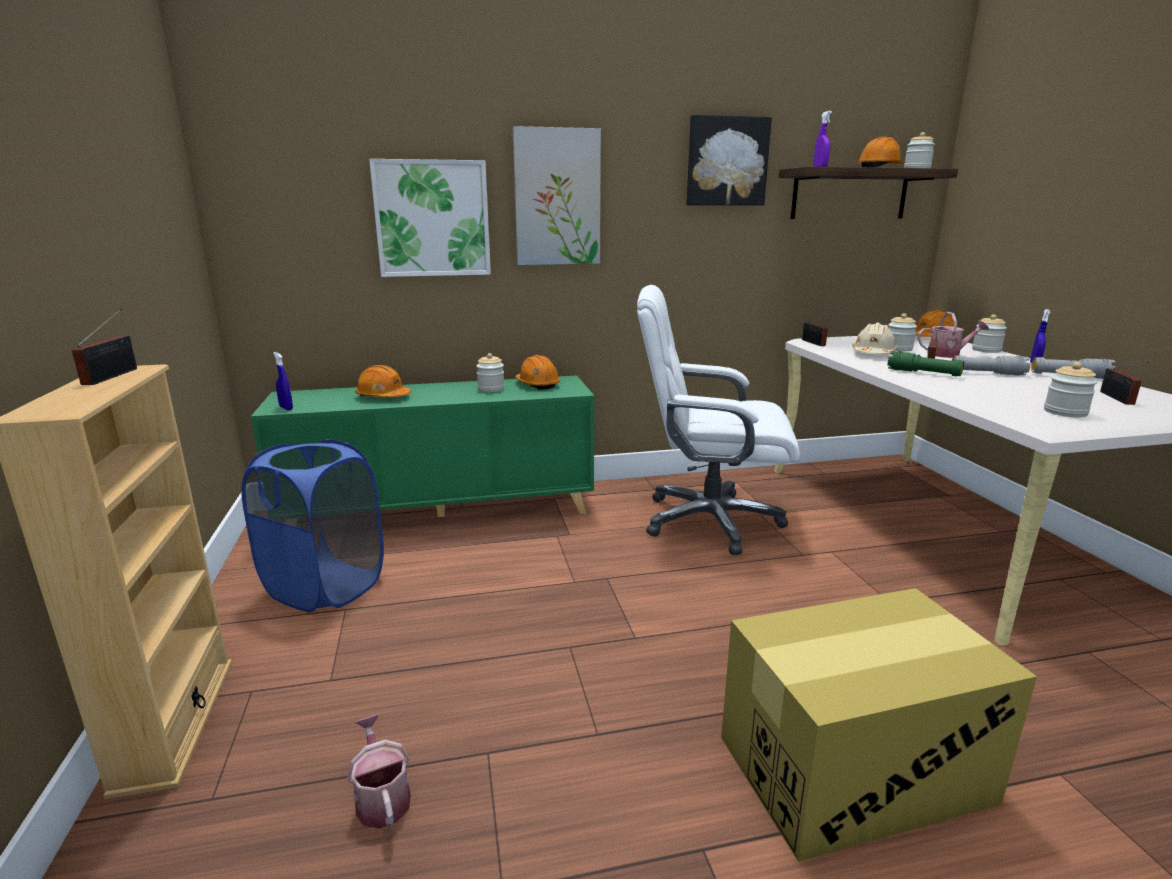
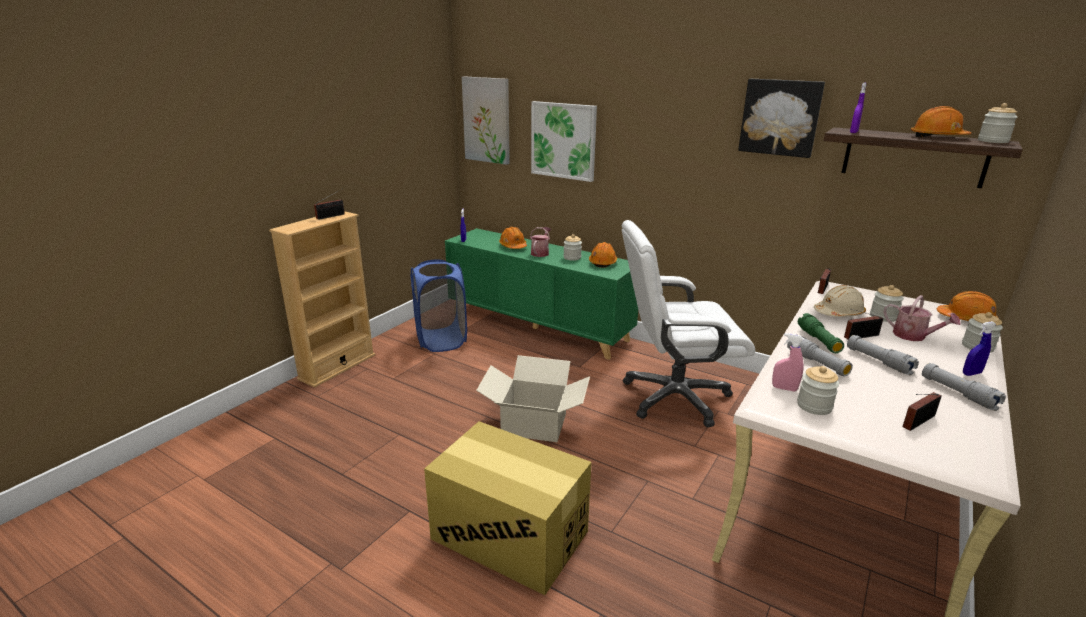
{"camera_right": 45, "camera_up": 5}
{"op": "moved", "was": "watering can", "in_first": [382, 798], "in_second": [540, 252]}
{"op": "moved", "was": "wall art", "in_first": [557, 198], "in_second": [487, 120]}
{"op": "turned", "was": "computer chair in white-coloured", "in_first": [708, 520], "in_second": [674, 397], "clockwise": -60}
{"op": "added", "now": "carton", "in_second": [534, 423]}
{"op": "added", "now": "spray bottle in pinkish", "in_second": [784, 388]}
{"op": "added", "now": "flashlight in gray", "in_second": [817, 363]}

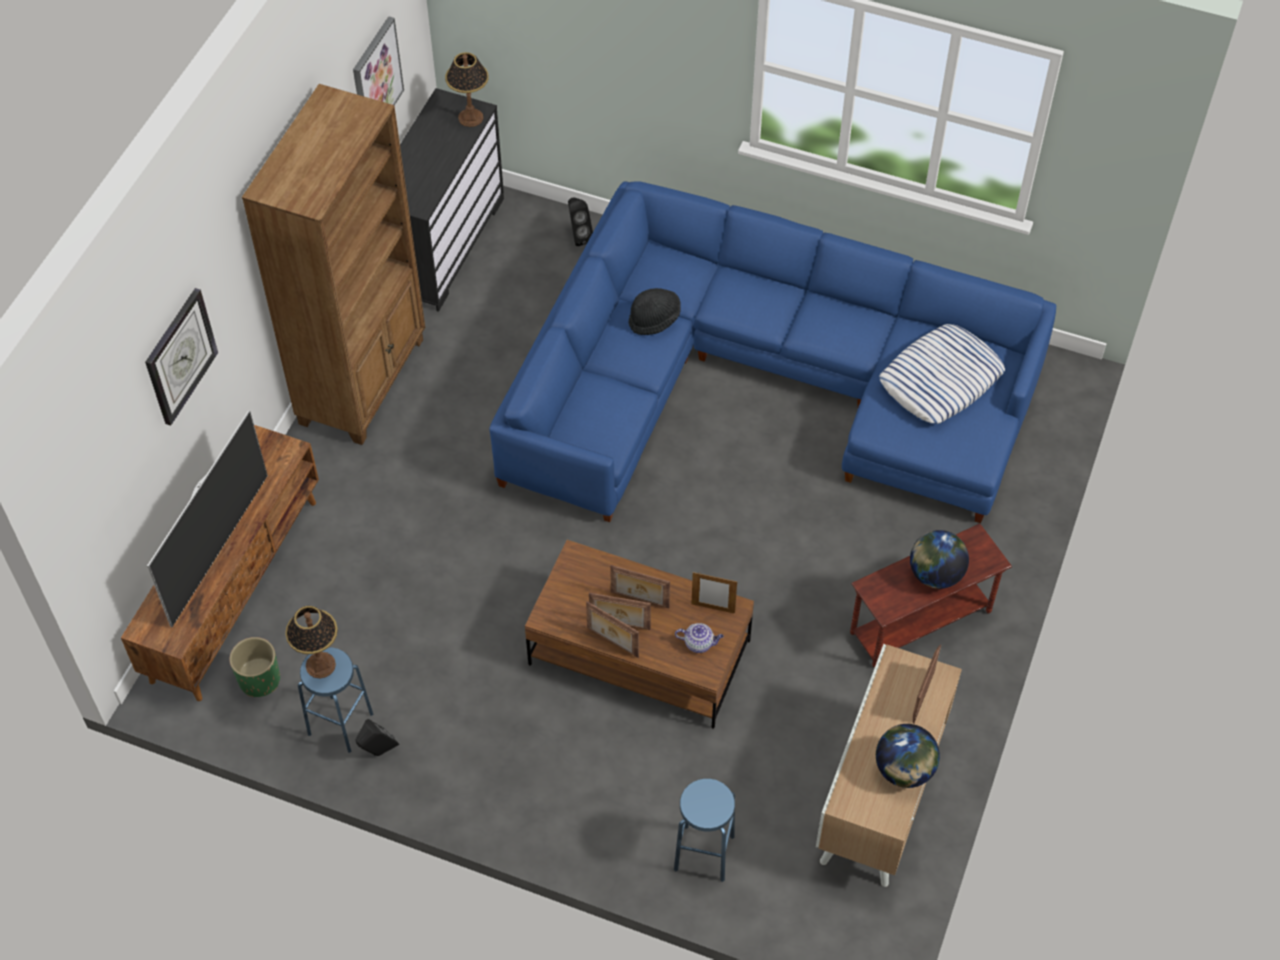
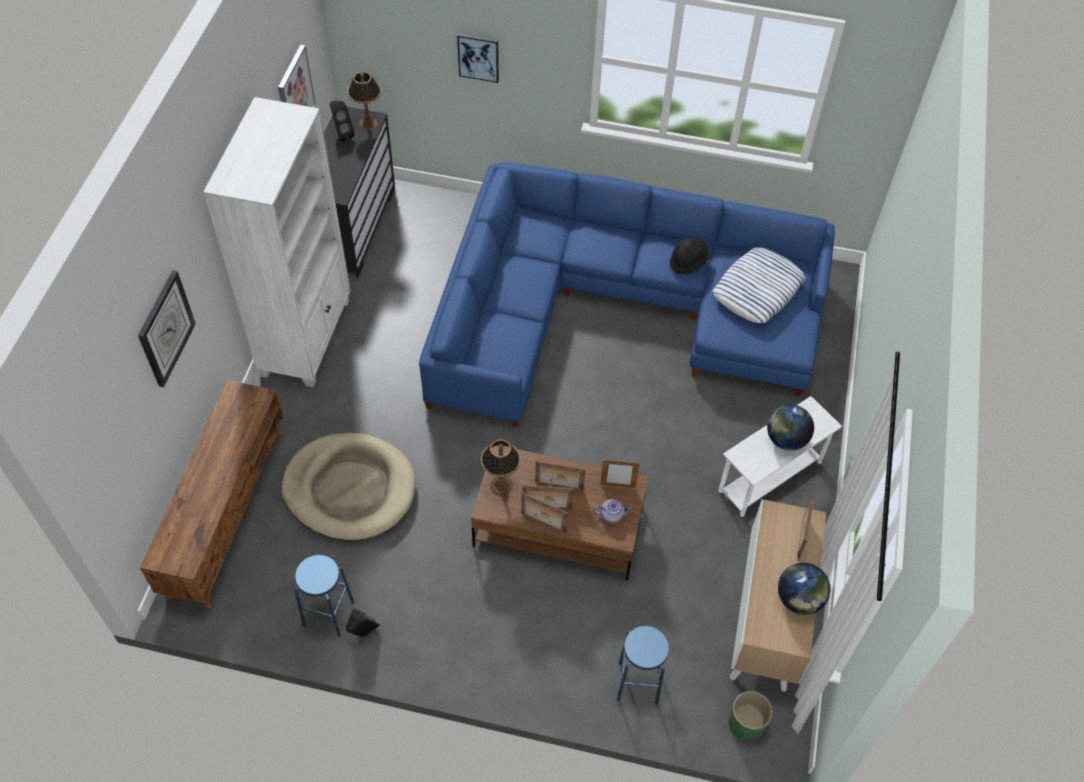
{"camera_right": -10, "camera_up": 0}
{"op": "removed", "was": "TV set", "in_first": [219, 549]}
{"op": "moved", "was": "flower pot in green", "in_first": [259, 679], "in_second": [745, 724]}
{"op": "recoloured", "was": "bookshelf in brown", "now": "bookshelf in white-coloured", "in_first": [364, 381], "in_second": [307, 337]}
{"op": "moved", "was": "table lamp", "in_first": [320, 665], "in_second": [501, 486]}
{"op": "moved", "was": "loudspeaker in black", "in_first": [578, 236], "in_second": [342, 134]}
{"op": "moved", "was": "hat in black", "in_first": [654, 319], "in_second": [688, 261]}
{"op": "recoloured", "was": "side table in brown", "now": "side table in white-coloured", "in_first": [921, 623], "in_second": [770, 478]}
{"op": "added", "now": "dog bed in sand-coloured", "in_second": [350, 489]}
{"op": "added", "now": "wall art", "in_second": [478, 57]}

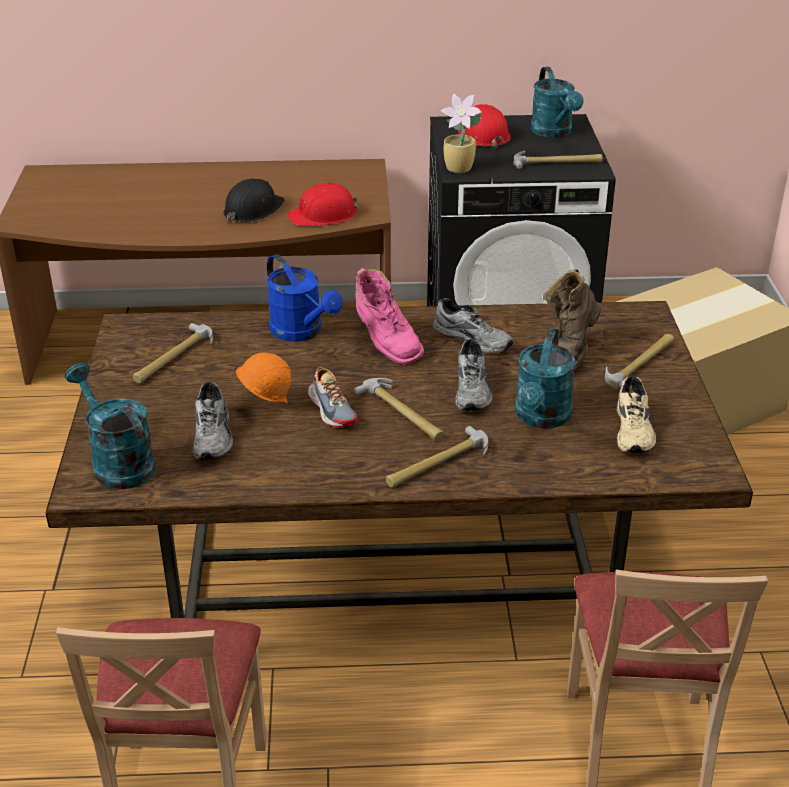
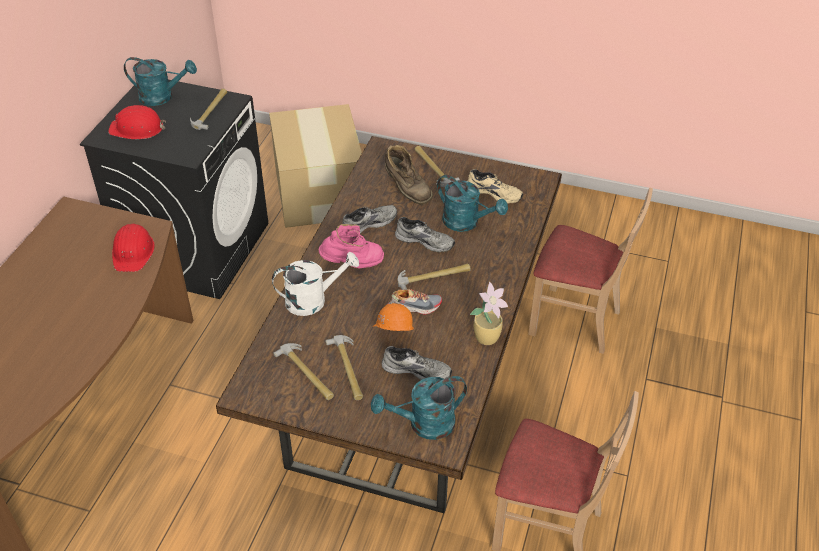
{"camera_right": -70, "camera_up": 10}
{"op": "removed", "was": "safety helmet in black", "in_first": [253, 209]}
{"op": "recoloured", "was": "watering can in blue", "now": "watering can in white-coloured", "in_first": [302, 332], "in_second": [313, 300]}
{"op": "moved", "was": "hand hammer", "in_first": [437, 463], "in_second": [347, 369]}
{"op": "moved", "was": "potted plant", "in_first": [460, 169], "in_second": [488, 337]}

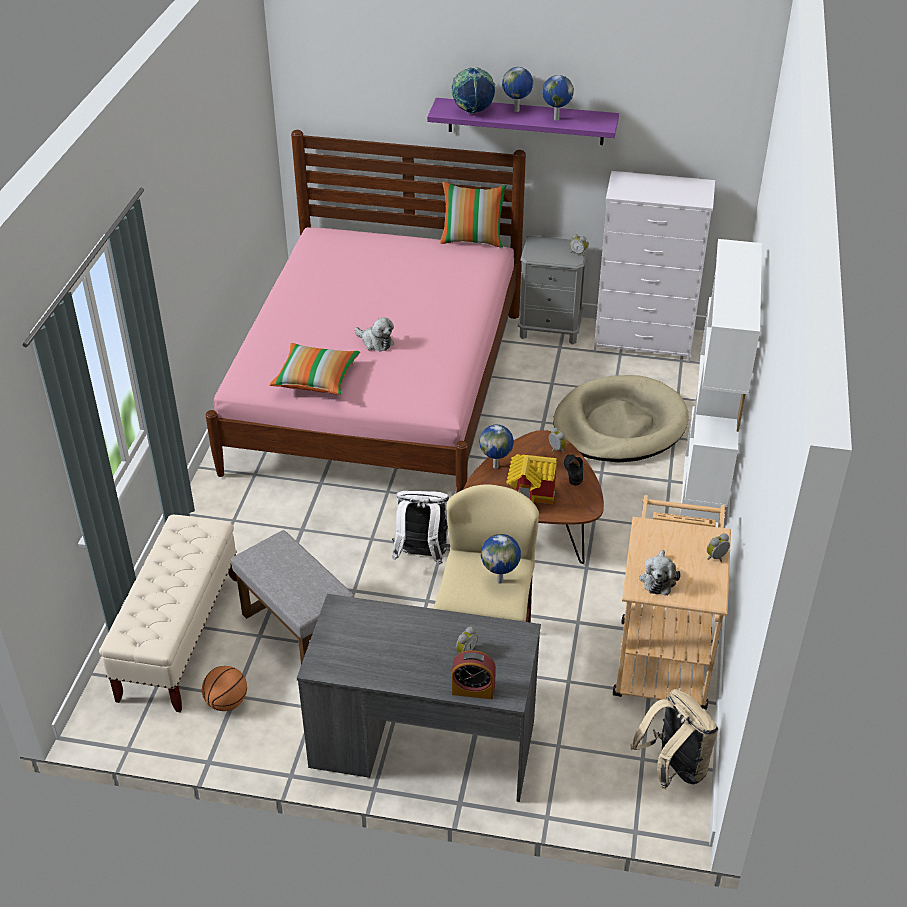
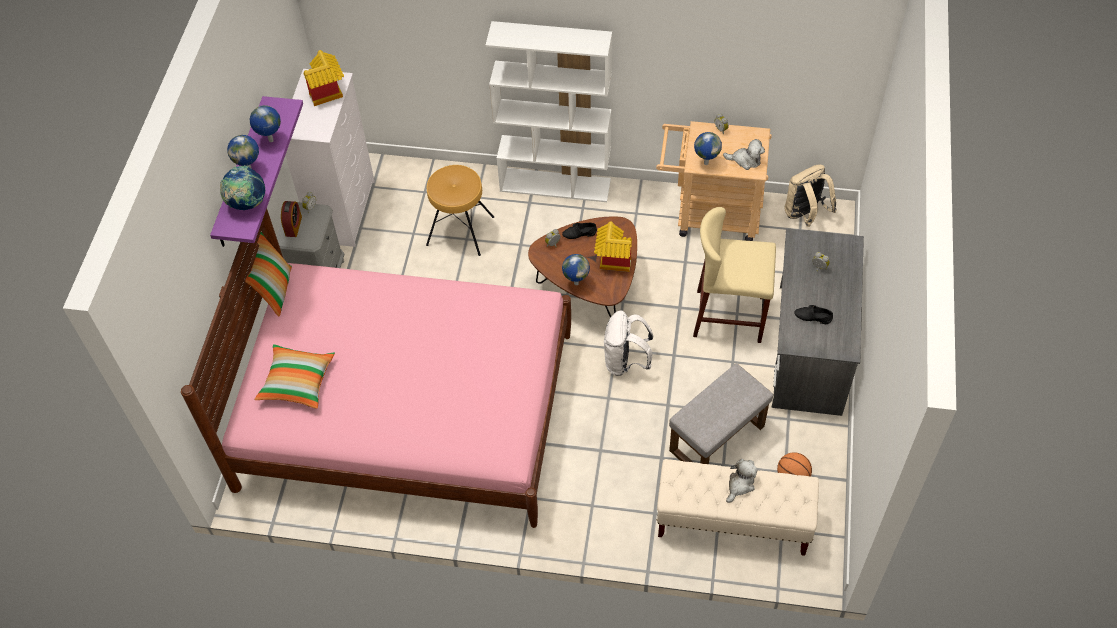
{"camera_right": -90, "camera_up": 15}
{"op": "moved", "was": "throw pillow", "in_first": [316, 379], "in_second": [297, 382]}
{"op": "moved", "was": "soft toy", "in_first": [375, 342], "in_second": [740, 484]}
{"op": "moved", "was": "bedside clock", "in_first": [473, 690], "in_second": [293, 226]}
{"op": "moved", "was": "desk globe", "in_first": [500, 580], "in_second": [705, 163]}
{"op": "replaced", "was": "dog bed in sand-coloured", "now": "stool in brown", "in_first": [619, 425], "in_second": [460, 231]}
{"op": "added", "now": "toy house", "in_second": [328, 93]}
{"op": "added", "now": "shoe in black", "in_second": [812, 317]}

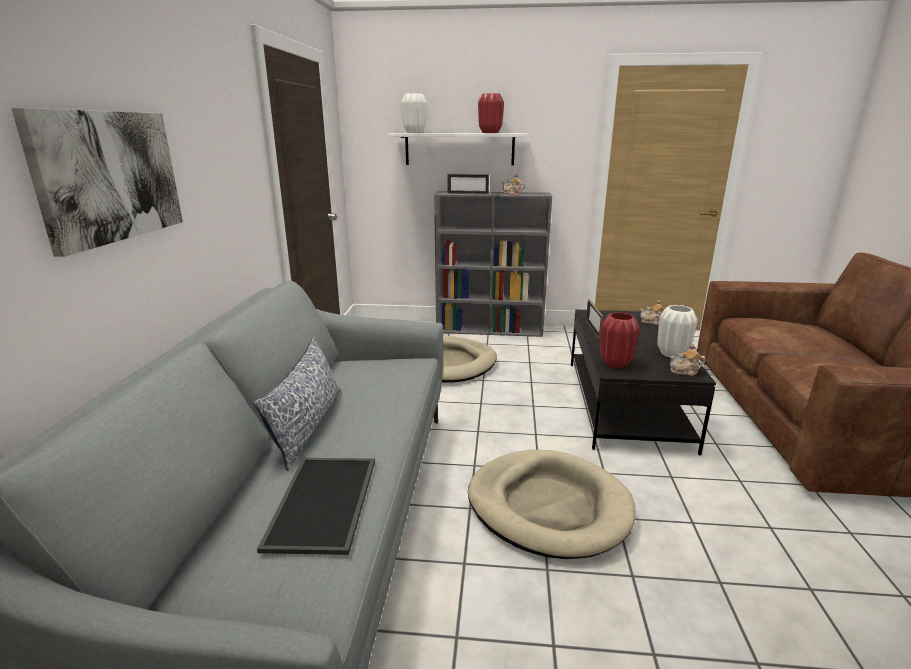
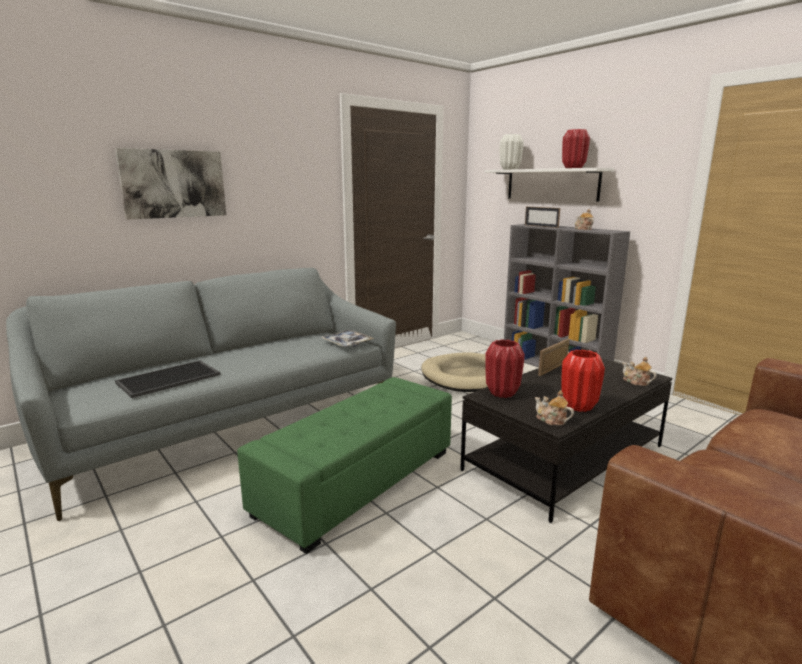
{"camera_right": 45, "camera_up": -5}
{"op": "removed", "was": "throw pillow", "in_first": [307, 425]}
{"op": "replaced", "was": "dog bed in sand-coloured", "now": "footrest in green", "in_first": [548, 506], "in_second": [357, 481]}
{"op": "recoloured", "was": "flower vase in white-coloured", "now": "flower vase in red", "in_first": [672, 354], "in_second": [579, 407]}
{"op": "added", "now": "tray", "in_second": [347, 343]}

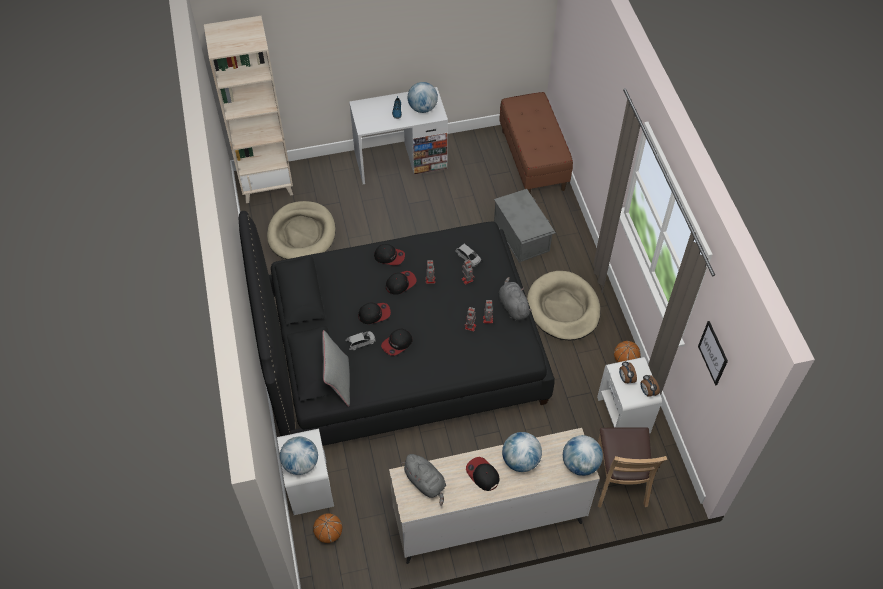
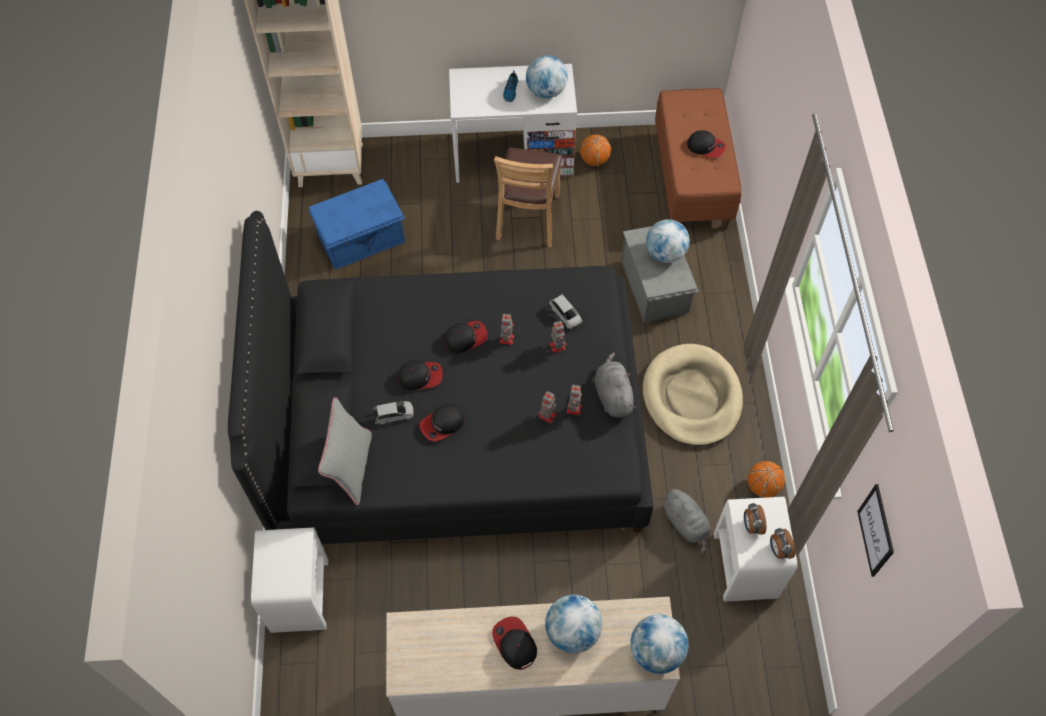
{"camera_right": 10, "camera_up": 5}
{"op": "replaced", "was": "dog bed in sand-coloured", "now": "storage container in blue", "in_first": [302, 233], "in_second": [362, 239]}
{"op": "moved", "was": "desk globe", "in_first": [301, 464], "in_second": [665, 253]}
{"op": "moved", "was": "basketball ball", "in_first": [329, 533], "in_second": [594, 160]}
{"op": "moved", "was": "peaked cap", "in_first": [389, 256], "in_second": [706, 147]}
{"op": "moved", "was": "soft toy in gray", "in_first": [426, 483], "in_second": [686, 524]}
{"op": "moved", "was": "chair in brown", "in_first": [619, 481], "in_second": [528, 218]}

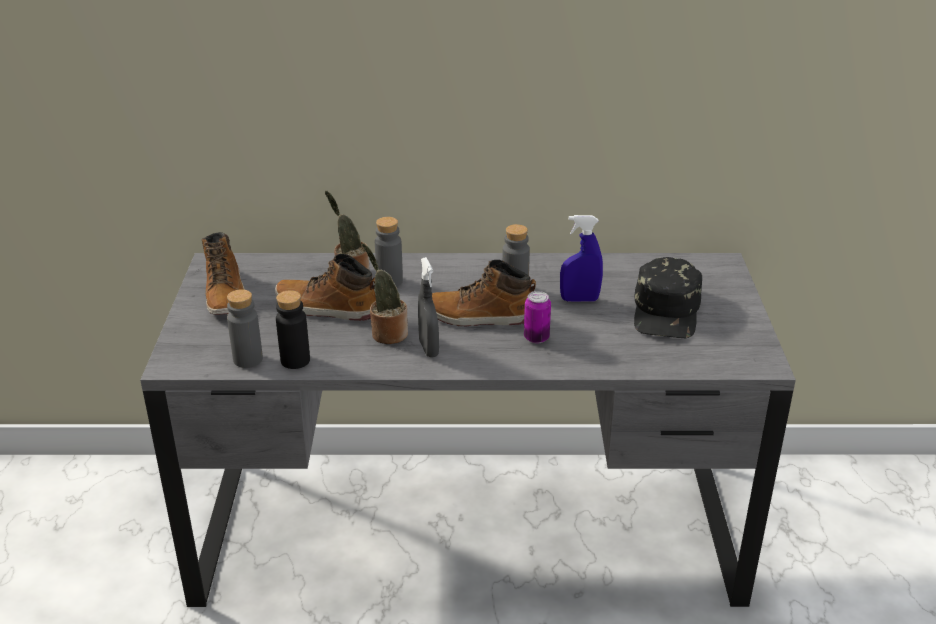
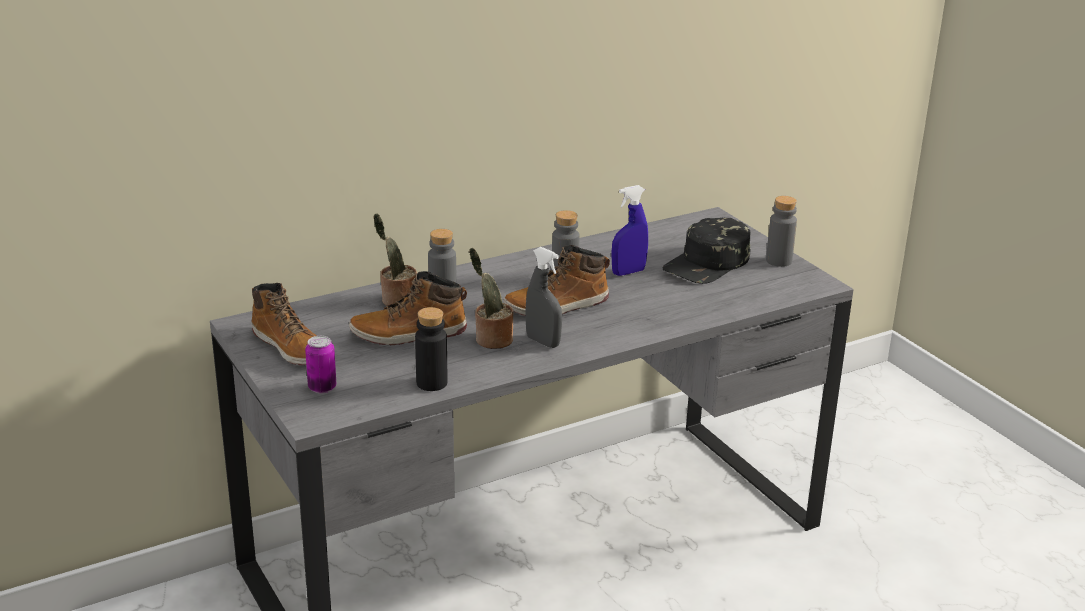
{"camera_right": -30, "camera_up": -5}
{"op": "moved", "was": "drink bottle in gray", "in_first": [248, 359], "in_second": [778, 261]}
{"op": "moved", "was": "metal can", "in_first": [536, 338], "in_second": [322, 388]}
{"op": "turned", "was": "peaked cap in black", "in_first": [667, 311], "in_second": [708, 263], "clockwise": 60}

